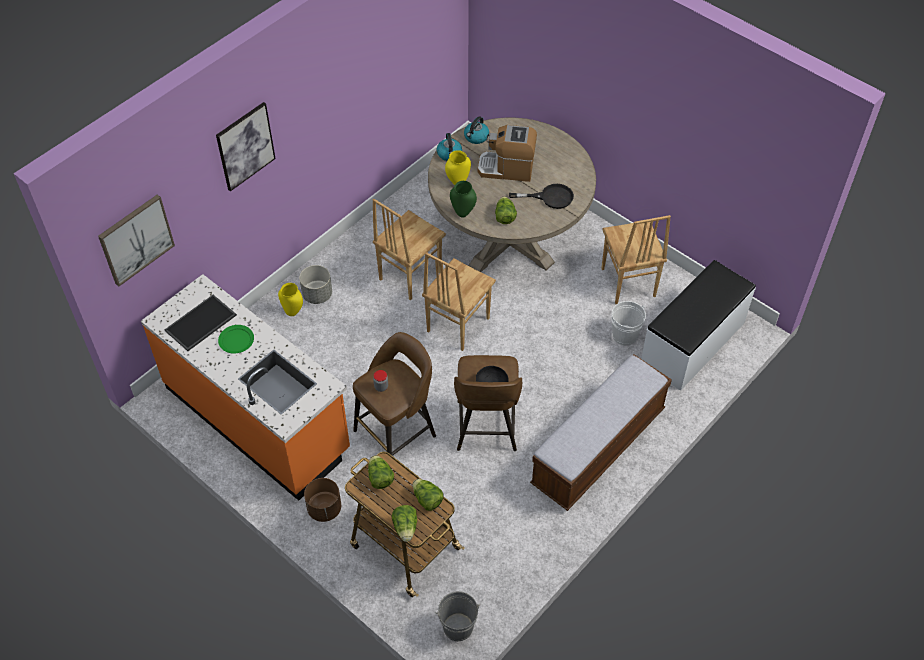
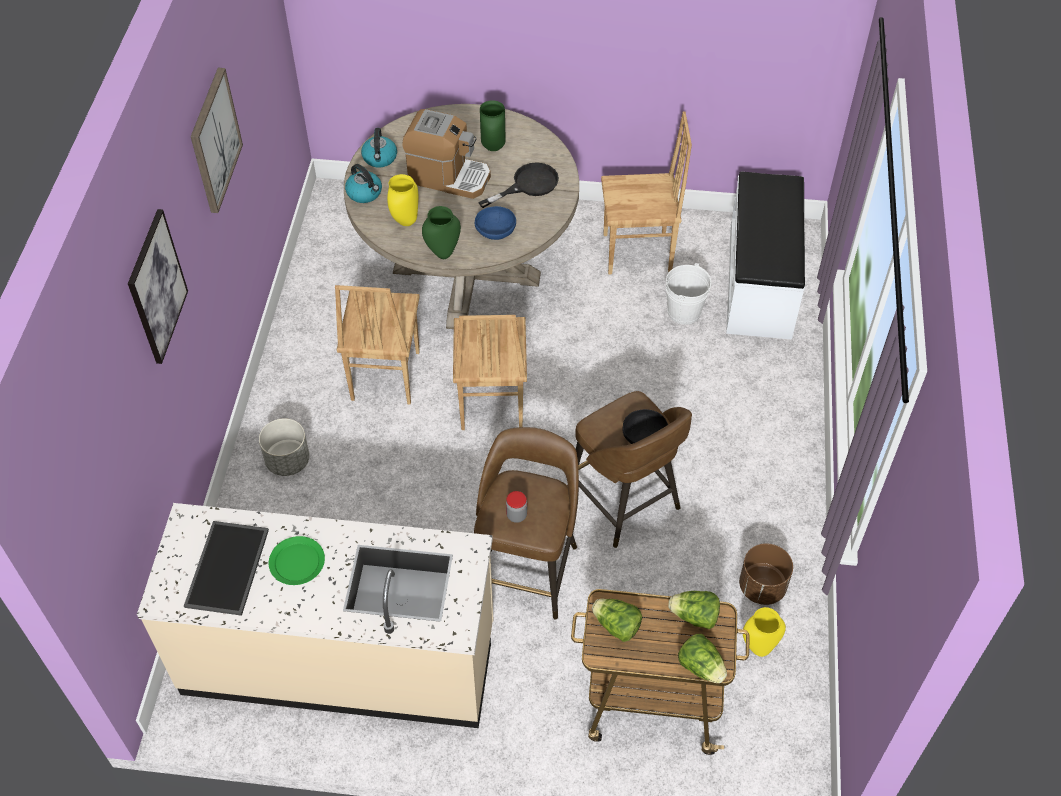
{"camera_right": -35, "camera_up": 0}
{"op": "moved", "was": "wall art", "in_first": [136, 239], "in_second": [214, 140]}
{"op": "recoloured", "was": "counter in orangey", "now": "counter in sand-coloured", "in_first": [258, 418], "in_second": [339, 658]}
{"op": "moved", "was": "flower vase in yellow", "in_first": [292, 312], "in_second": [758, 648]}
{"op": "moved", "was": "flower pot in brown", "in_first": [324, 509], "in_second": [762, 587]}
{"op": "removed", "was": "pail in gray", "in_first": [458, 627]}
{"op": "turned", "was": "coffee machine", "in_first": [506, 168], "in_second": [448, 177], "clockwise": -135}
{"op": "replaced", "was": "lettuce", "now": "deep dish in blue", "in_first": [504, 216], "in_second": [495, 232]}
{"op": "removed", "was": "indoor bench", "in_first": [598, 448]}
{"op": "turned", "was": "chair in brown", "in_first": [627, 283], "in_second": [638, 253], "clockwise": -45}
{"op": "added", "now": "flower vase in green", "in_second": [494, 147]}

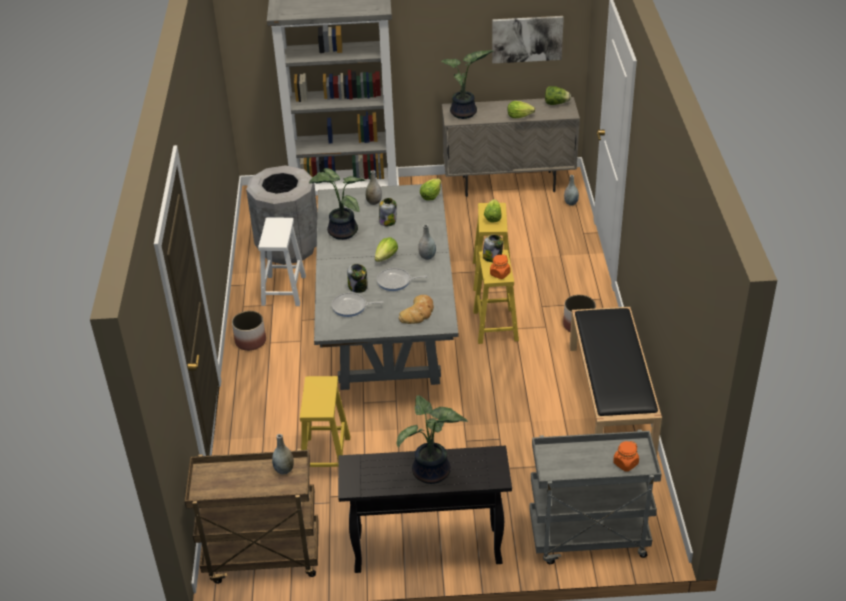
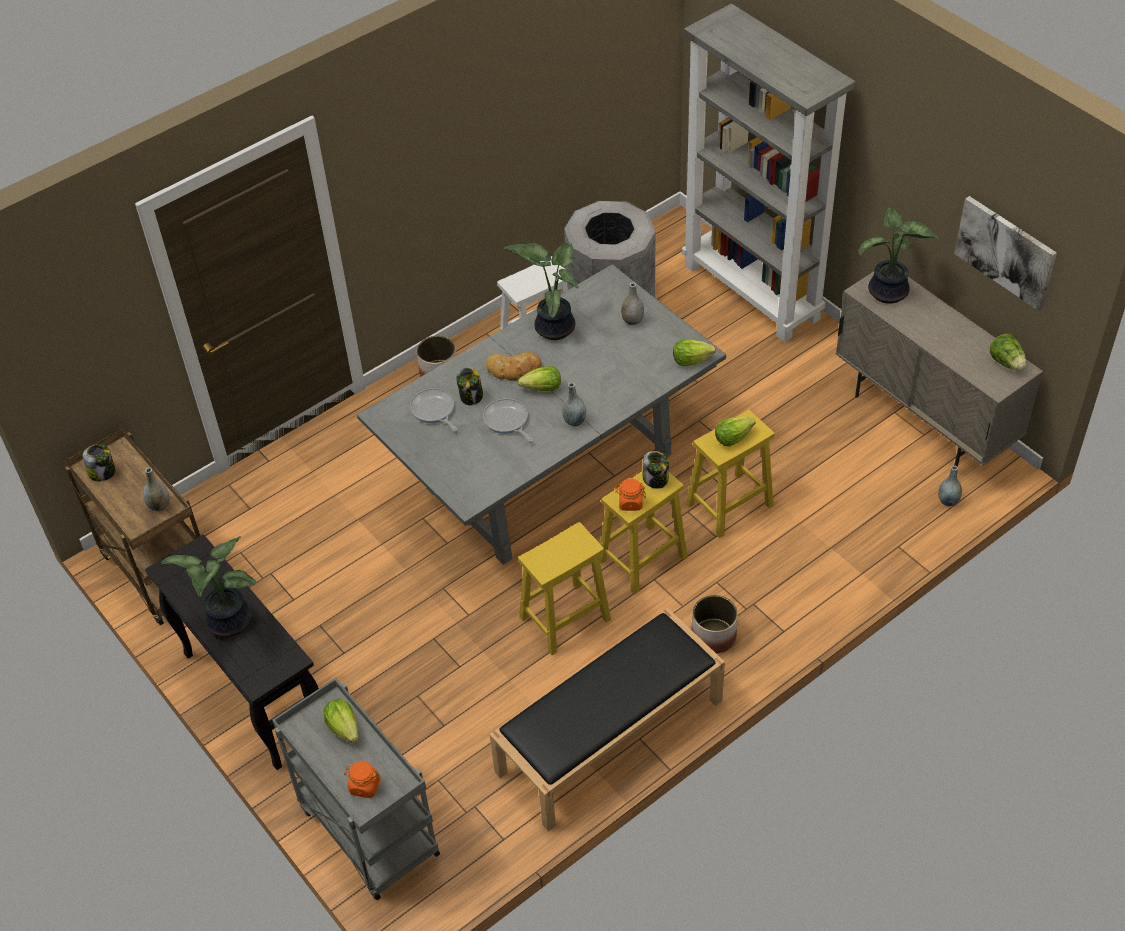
{"camera_right": 55, "camera_up": 10}
{"op": "moved", "was": "stool in yellow", "in_first": [326, 458], "in_second": [564, 619]}
{"op": "moved", "was": "jar", "in_first": [387, 221], "in_second": [102, 472]}
{"op": "moved", "was": "bread", "in_first": [418, 313], "in_second": [513, 369]}
{"op": "moved", "was": "lettuce", "in_first": [519, 116], "in_second": [344, 727]}

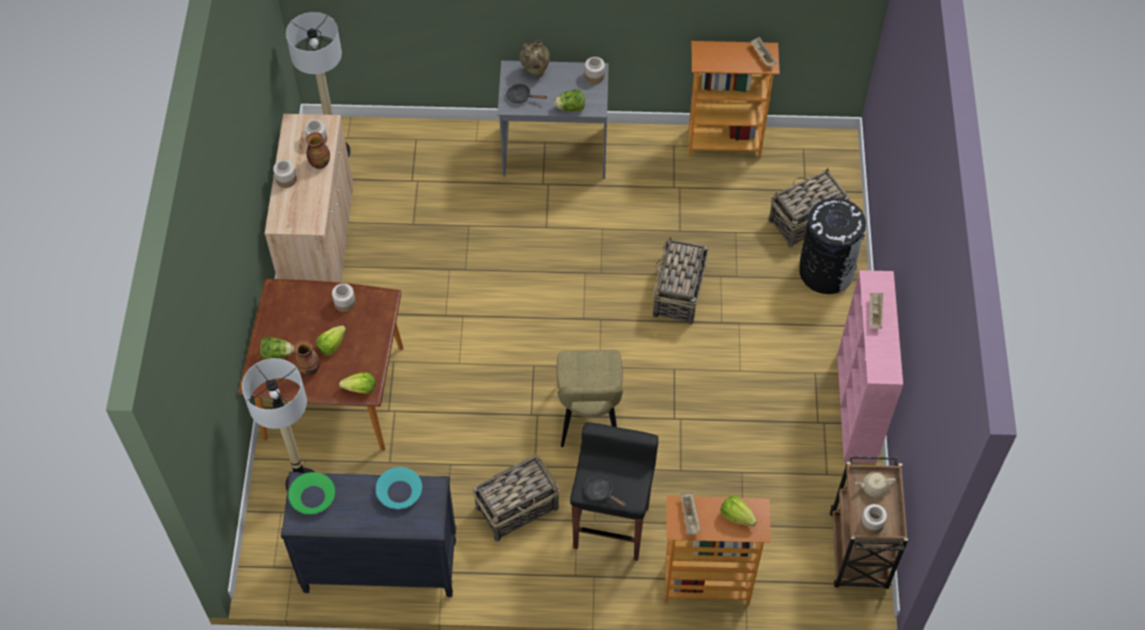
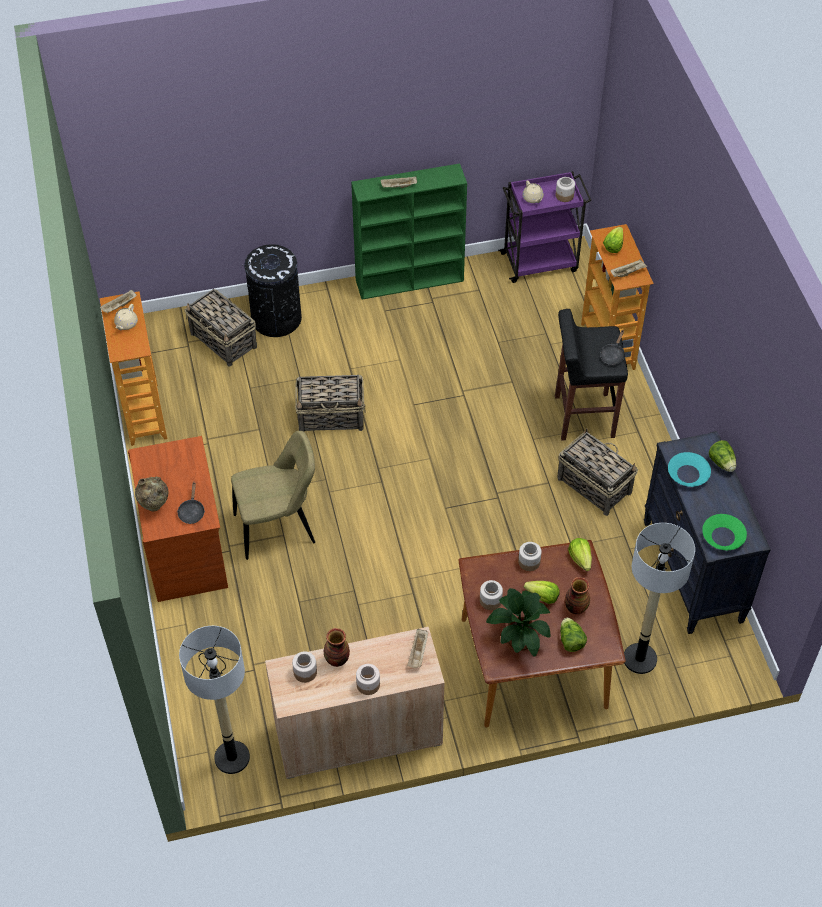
{"camera_right": -105, "camera_up": -5}
{"op": "recoloured", "was": "desk in gray", "now": "desk in brown", "in_first": [554, 152], "in_second": [186, 550]}
{"op": "moved", "was": "lettuce", "in_first": [570, 108], "in_second": [722, 463]}
{"op": "moved", "was": "chair in sand-coloured", "in_first": [588, 418], "in_second": [278, 528]}
{"op": "moved", "was": "jar", "in_first": [594, 76], "in_second": [529, 562]}
{"op": "recoloured", "was": "cart in brown", "now": "cart in purplish", "in_first": [858, 553], "in_second": [540, 262]}
{"op": "recoloured", "was": "bookshelf in pinkish", "now": "bookshelf in green", "in_first": [856, 408], "in_second": [410, 280]}
{"op": "added", "now": "pot for tea in sand-coloured", "in_second": [126, 324]}
{"op": "added", "now": "tray in sand-coloured", "in_second": [418, 653]}
{"op": "added", "now": "potted plant", "in_second": [519, 636]}

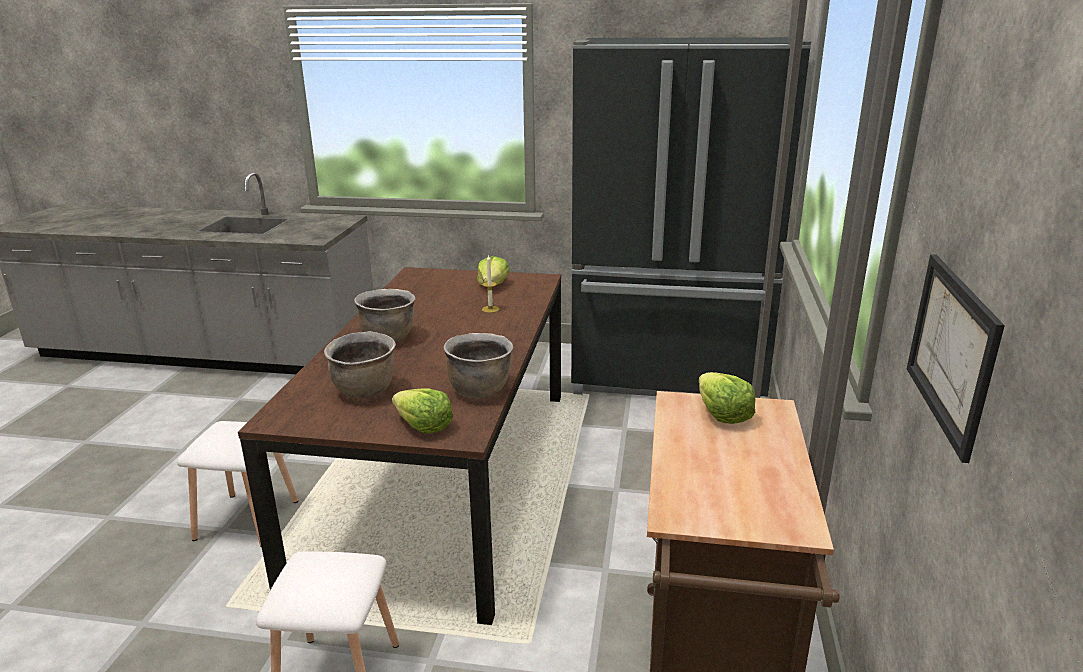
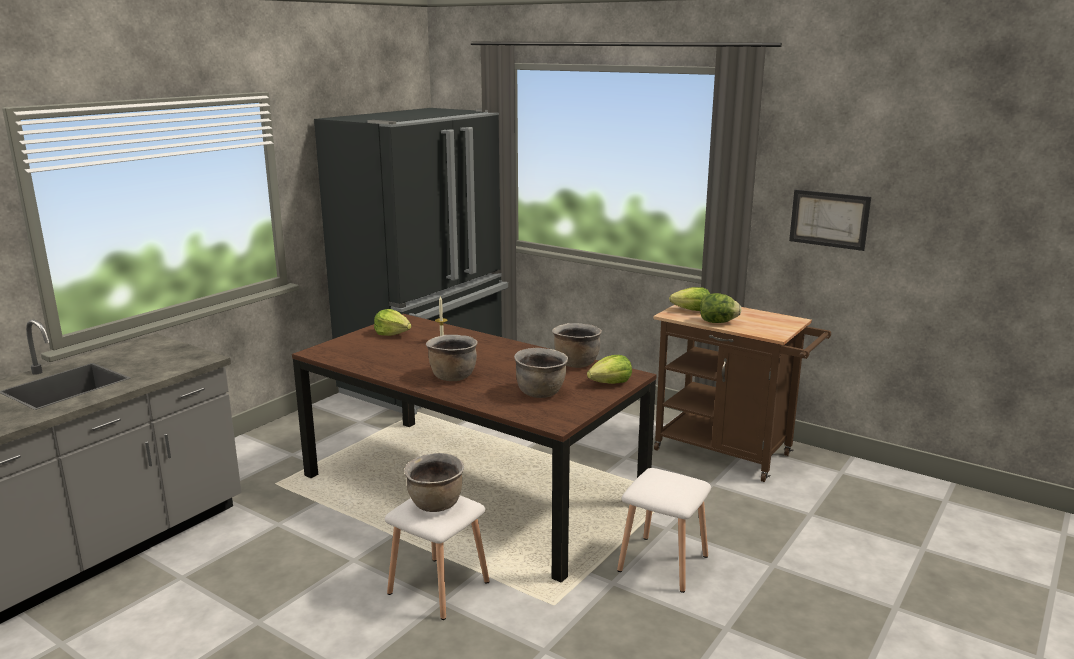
{"camera_right": -65, "camera_up": -5}
{"op": "added", "now": "cooking pot in brown", "in_second": [436, 505]}
{"op": "added", "now": "lettuce", "in_second": [717, 322]}

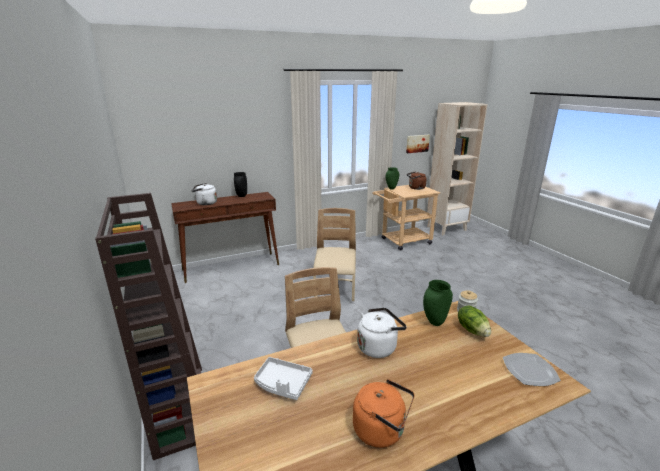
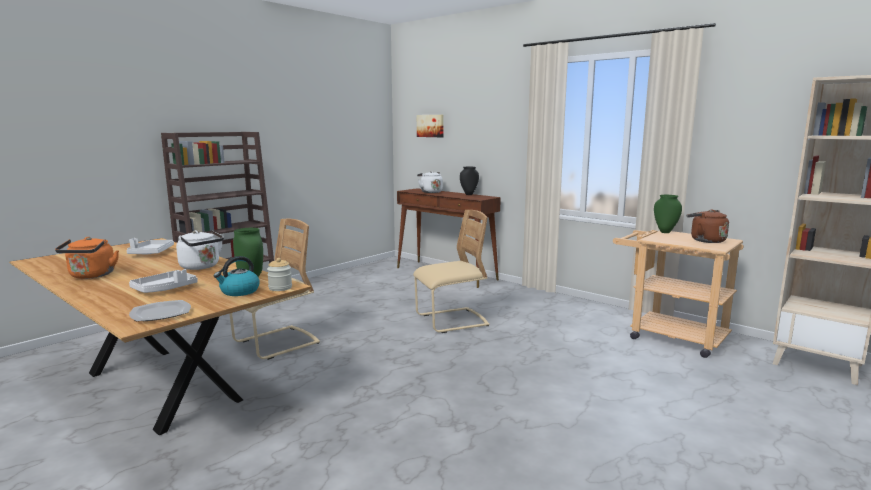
{"camera_right": 65, "camera_up": -10}
{"op": "moved", "was": "wall art", "in_first": [417, 143], "in_second": [430, 126]}
{"op": "replaced", "was": "lettuce", "now": "water kettle", "in_first": [472, 330], "in_second": [239, 291]}
{"op": "added", "now": "tray in white-coloured", "in_second": [165, 289]}

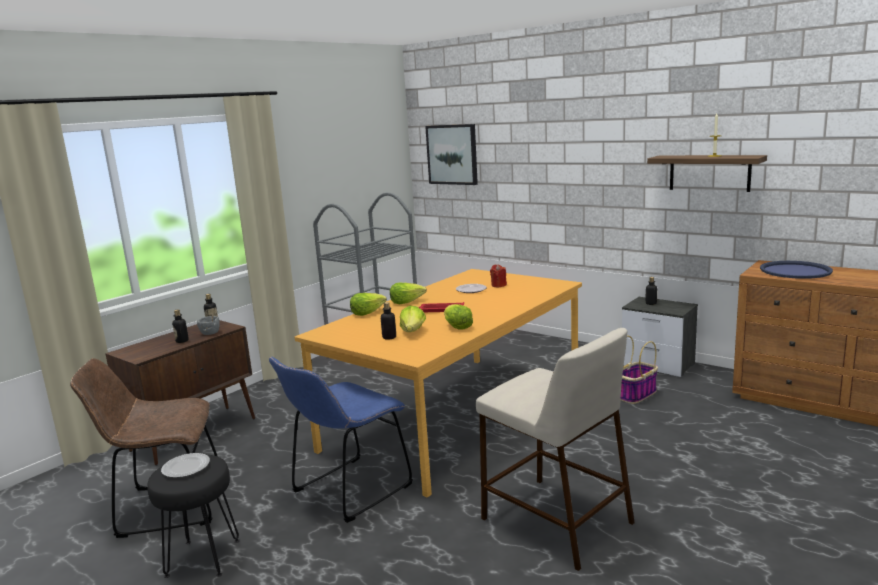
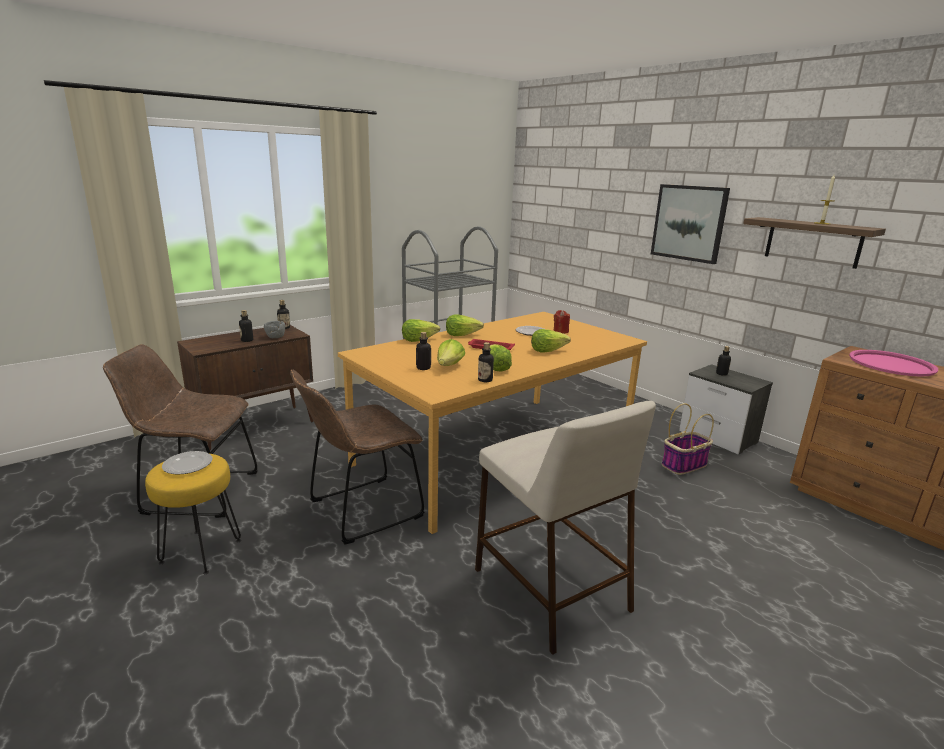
{"camera_right": 10, "camera_up": 5}
{"op": "recoloured", "was": "stool in black", "now": "stool in yellow", "in_first": [202, 558], "in_second": [200, 551]}
{"op": "recoloured", "was": "chair in blue", "now": "chair in brown", "in_first": [347, 491], "in_second": [360, 511]}
{"op": "moved", "was": "wall art", "in_first": [452, 154], "in_second": [689, 223]}
{"op": "recoloured", "was": "tray in blue", "now": "tray in pinkish", "in_first": [795, 271], "in_second": [891, 364]}
{"op": "added", "now": "drink bottle", "in_second": [485, 380]}
{"op": "added", "now": "lettuce", "in_second": [547, 350]}

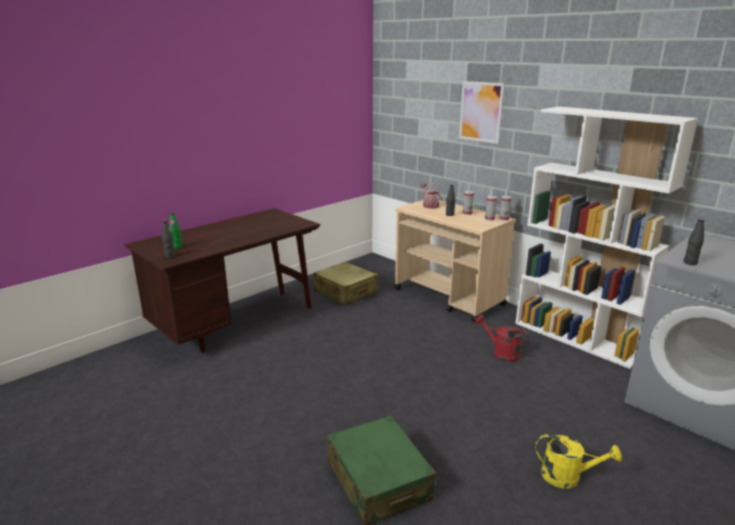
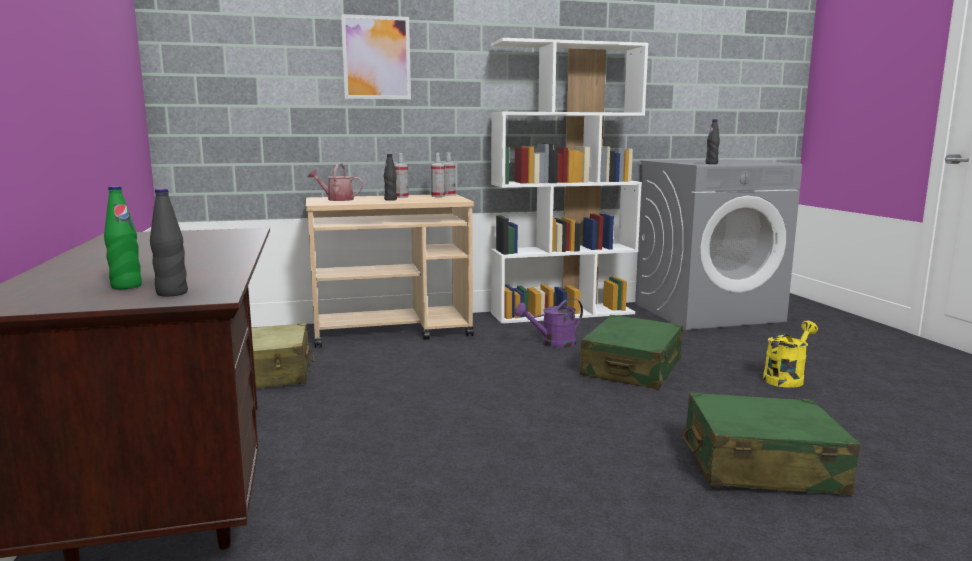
{"camera_right": -60, "camera_up": -10}
{"op": "recoloured", "was": "watering can in red", "now": "watering can in purplish", "in_first": [501, 353], "in_second": [552, 344]}
{"op": "added", "now": "piece of luggage in green", "in_second": [632, 368]}

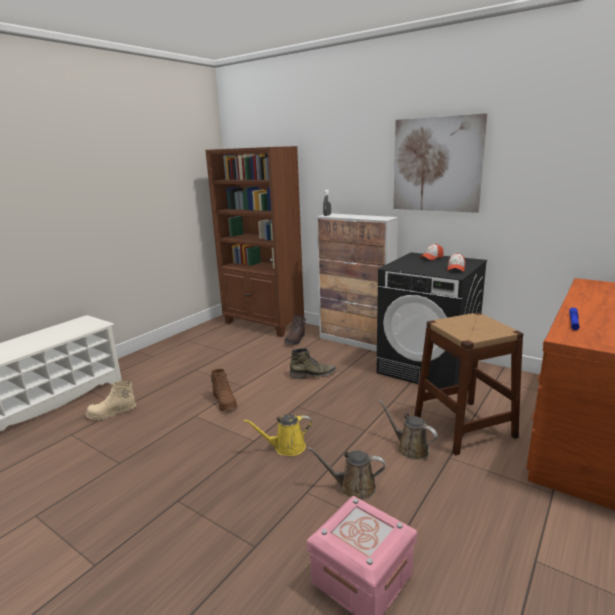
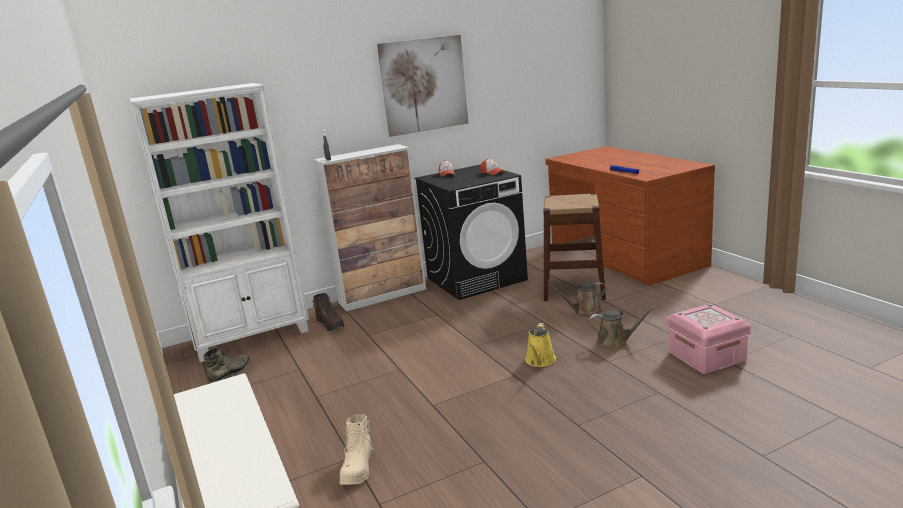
{"camera_right": -60, "camera_up": 0}
{"op": "recoloured", "was": "bookshelf in brown", "now": "bookshelf in white-coloured", "in_first": [263, 324], "in_second": [252, 337]}
{"op": "removed", "was": "tall boot in brown", "in_first": [225, 402]}
{"op": "moved", "was": "tall boot in green", "in_first": [313, 374], "in_second": [231, 374]}
{"op": "turned", "was": "watering can in brown", "in_first": [353, 487], "in_second": [615, 342], "clockwise": -120}

